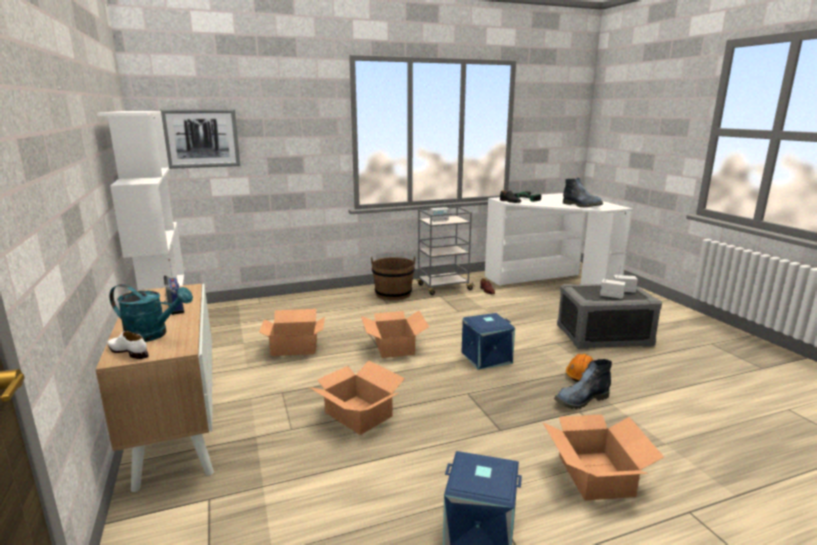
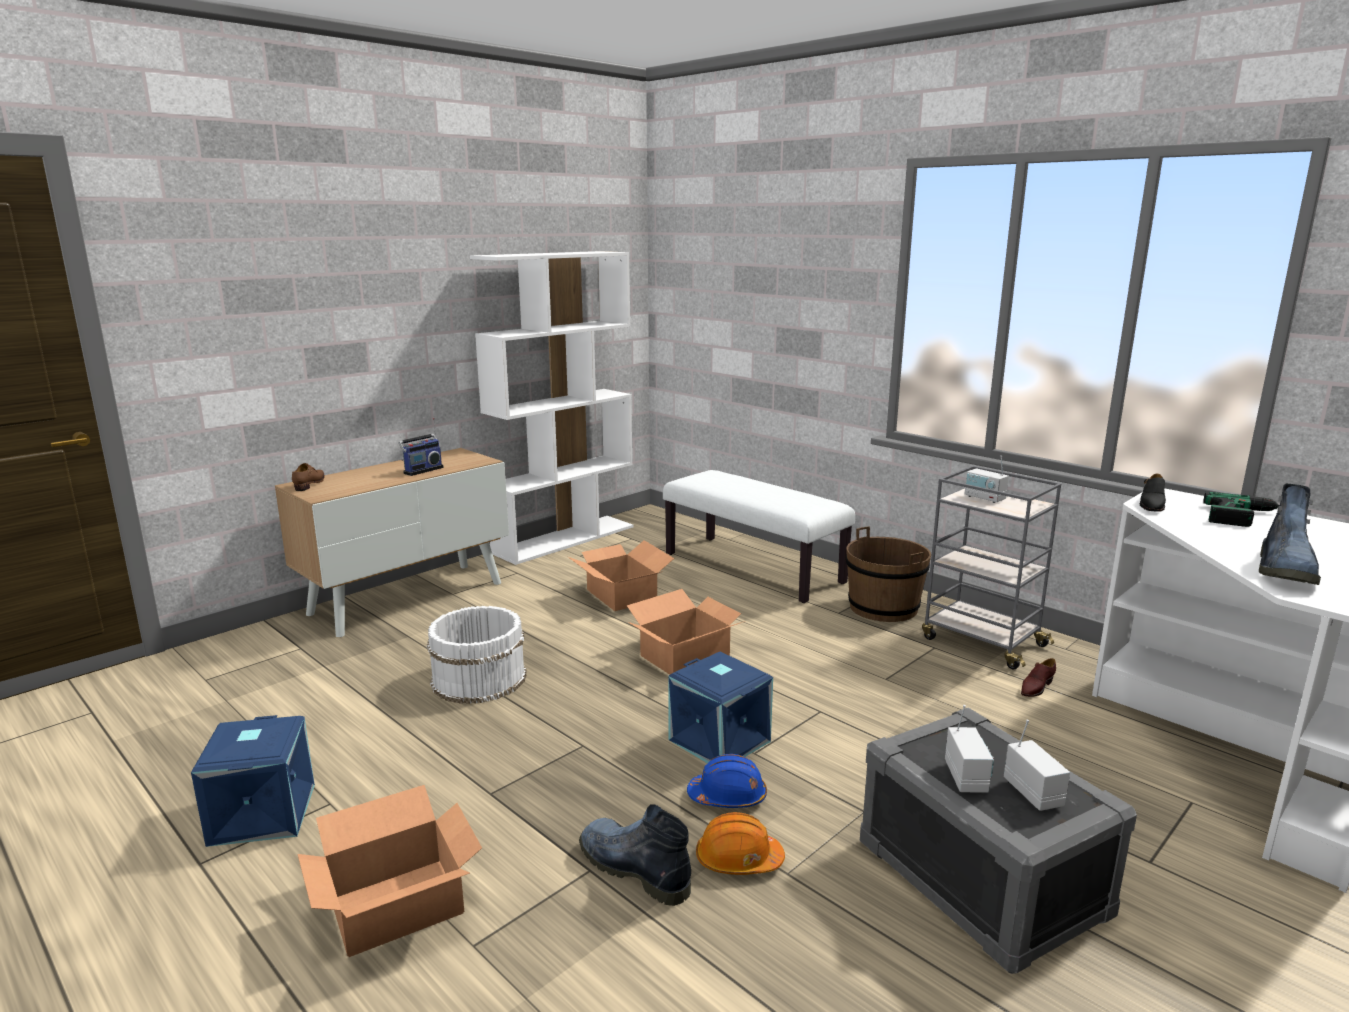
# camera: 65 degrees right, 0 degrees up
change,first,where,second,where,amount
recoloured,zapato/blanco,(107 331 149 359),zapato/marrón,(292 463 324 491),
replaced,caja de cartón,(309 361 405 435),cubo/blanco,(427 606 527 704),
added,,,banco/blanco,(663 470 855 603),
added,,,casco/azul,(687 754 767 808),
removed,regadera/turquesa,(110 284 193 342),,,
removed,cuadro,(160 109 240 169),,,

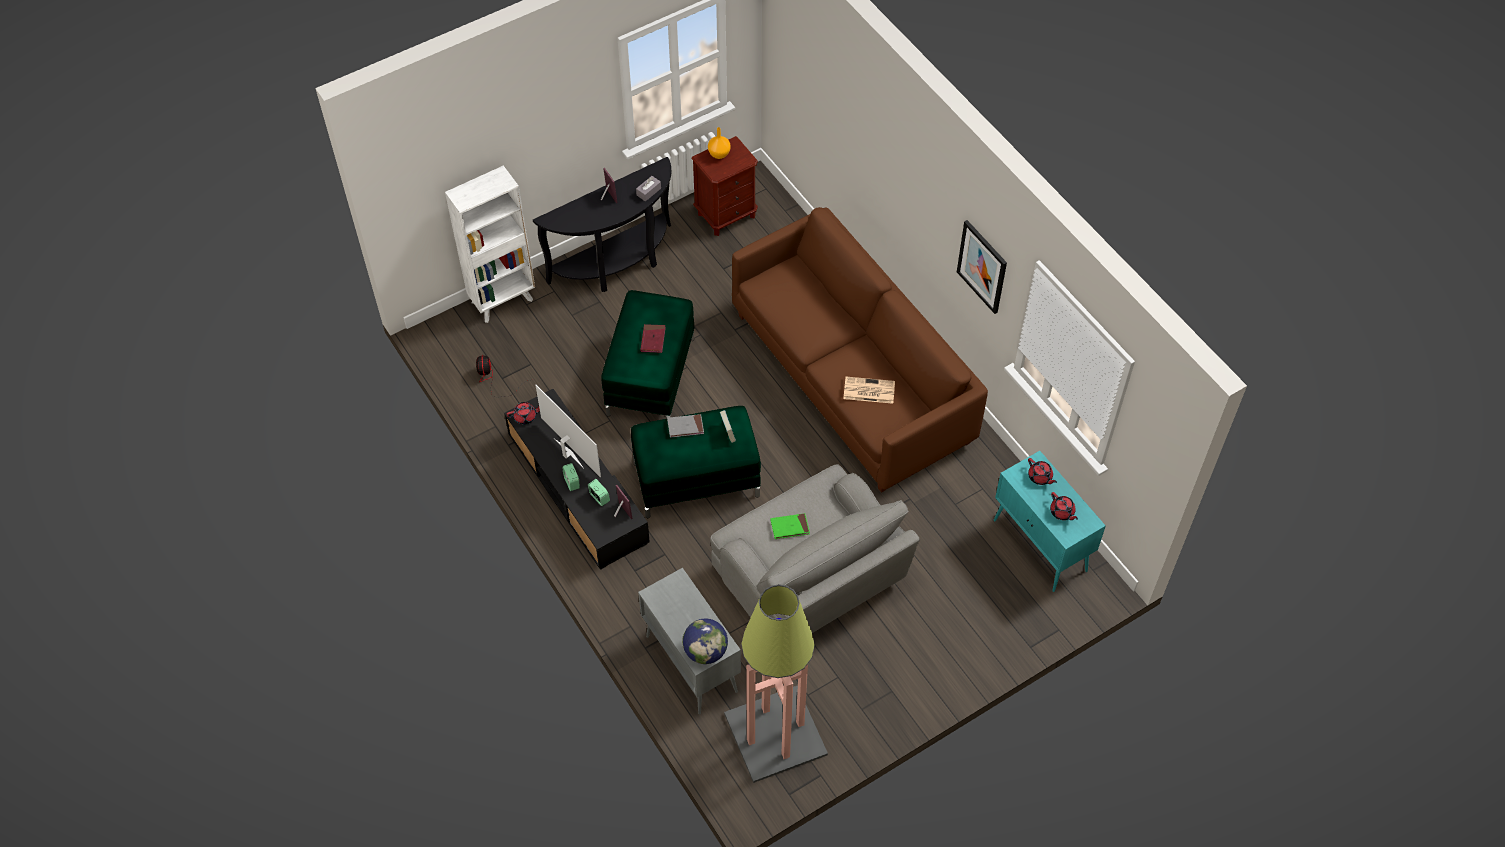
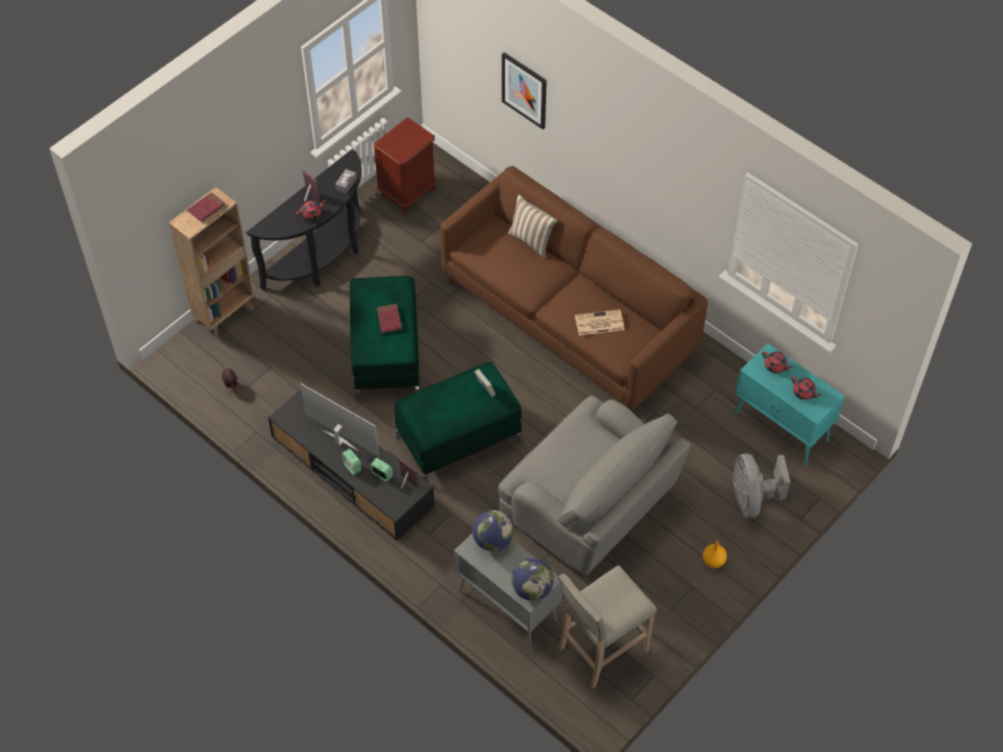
# camera: 15 degrees left, 0 degrees up
change,first,where,second,where,amount
recoloured,estantería/blanco,(445 165 535 323),estantería/marrón,(169 187 255 338),
added,,,libro/rojo,(187 192 226 222),
moved,tetera/rojo,(507 402 540 424),,(296 199 327 221),
added,,,globo terráqueo,(472 510 514 551),
moved,cuadro,(957 220 1007 314),,(502 52 547 129),
added,,,cojín,(508 195 557 259),
replaced,lámpara de pie,(724 584 828 783),taburete/beis,(559 565 657 689),
moved,florero/naranja,(708 127 731 159),,(702 541 727 568),
added,,,ventilador/gris,(733 453 790 518),
removed,libro/gris,(667 414 704 438),,,
removed,libro/verde,(770 513 810 539),,,

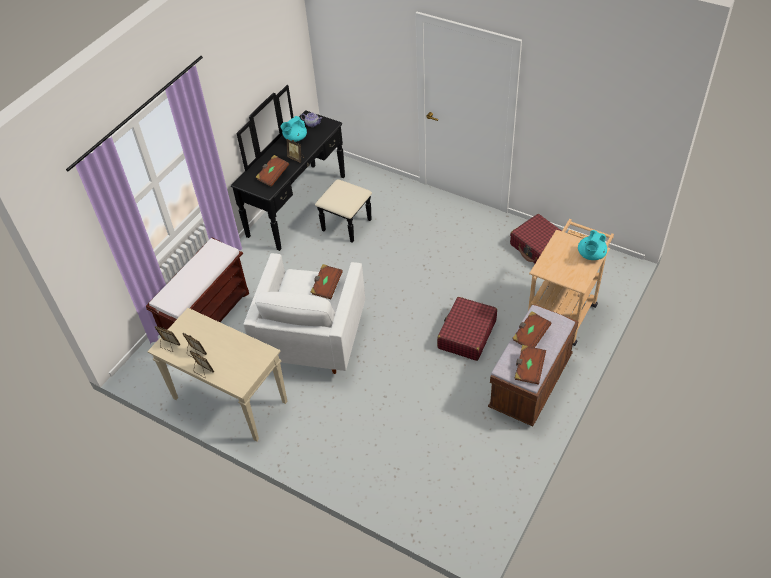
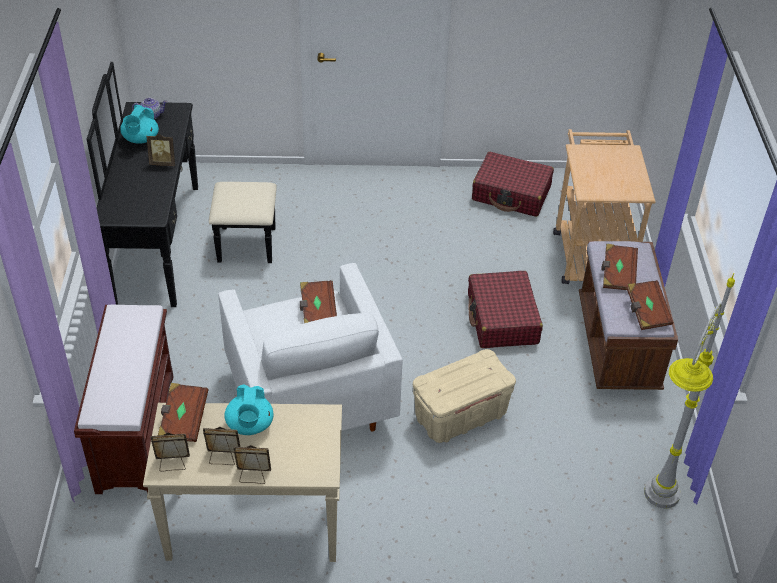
# camera: 35 degrees left, 5 degrees down
change,first,where,second,where,amount
moved,libro/marrón,(256 155 289 187),,(158 383 208 442),
moved,tetera/turquesa,(578 230 607 260),,(224 385 274 435),
added,,,caja de almacenaje/beis,(413 349 516 443),
added,,,lámpara de pie/gris,(644 273 735 509),

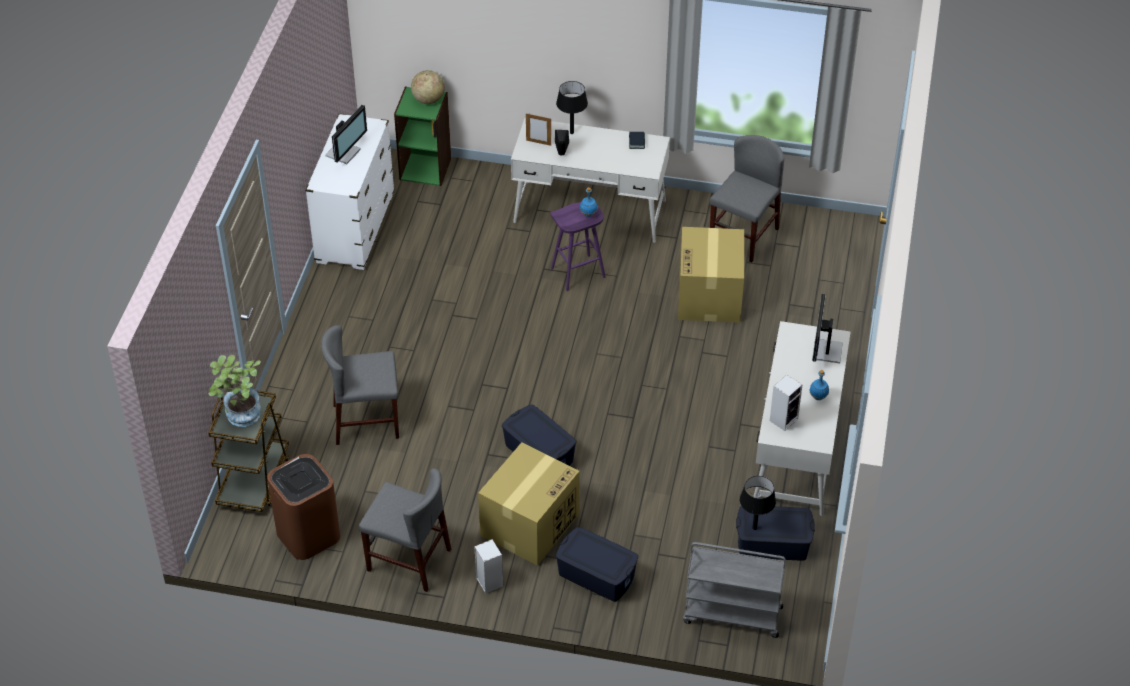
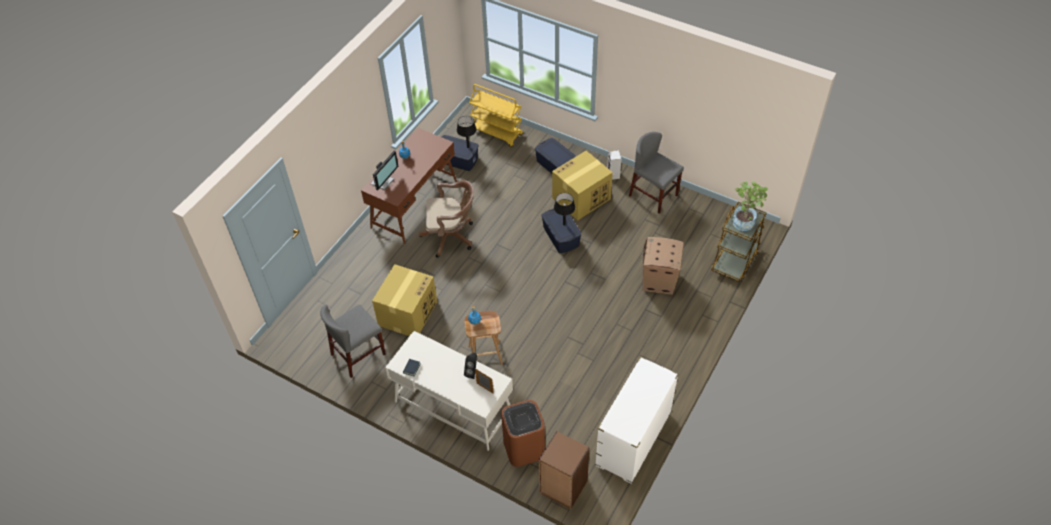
# camera: 160 degrees left, 5 degrees up
change,first,where,second,where,amount
recoloured,escritorio/blanco,(753 321 851 516),escritorio/marrón,(361 128 457 244),
added,,,silla de oficina/marrón,(419 180 474 258),
recoloured,taburete/morado,(550 202 606 291),taburete/marrón,(465 311 503 365),
recoloured,carrito/gris,(683 542 786 638),carrito/amarillo,(469 84 523 147),
moved,papelera/marrón,(267 454 340 560),,(501 400 545 467),
recoloured,estantería/verde,(394 87 451 186),estantería/marrón,(539 431 590 509),
moved,lámpara de mesa/negro,(556 81 588 134),,(554 193 575 226),
replaced,silla/gris,(321 325 399 445),caja de cartón,(643 237 684 295),
removed,monitor,(326 105 367 164),,,
removed,globo terráqueo,(411 70 445 104),,,
removed,altavoz,(770 375 802 431),,,

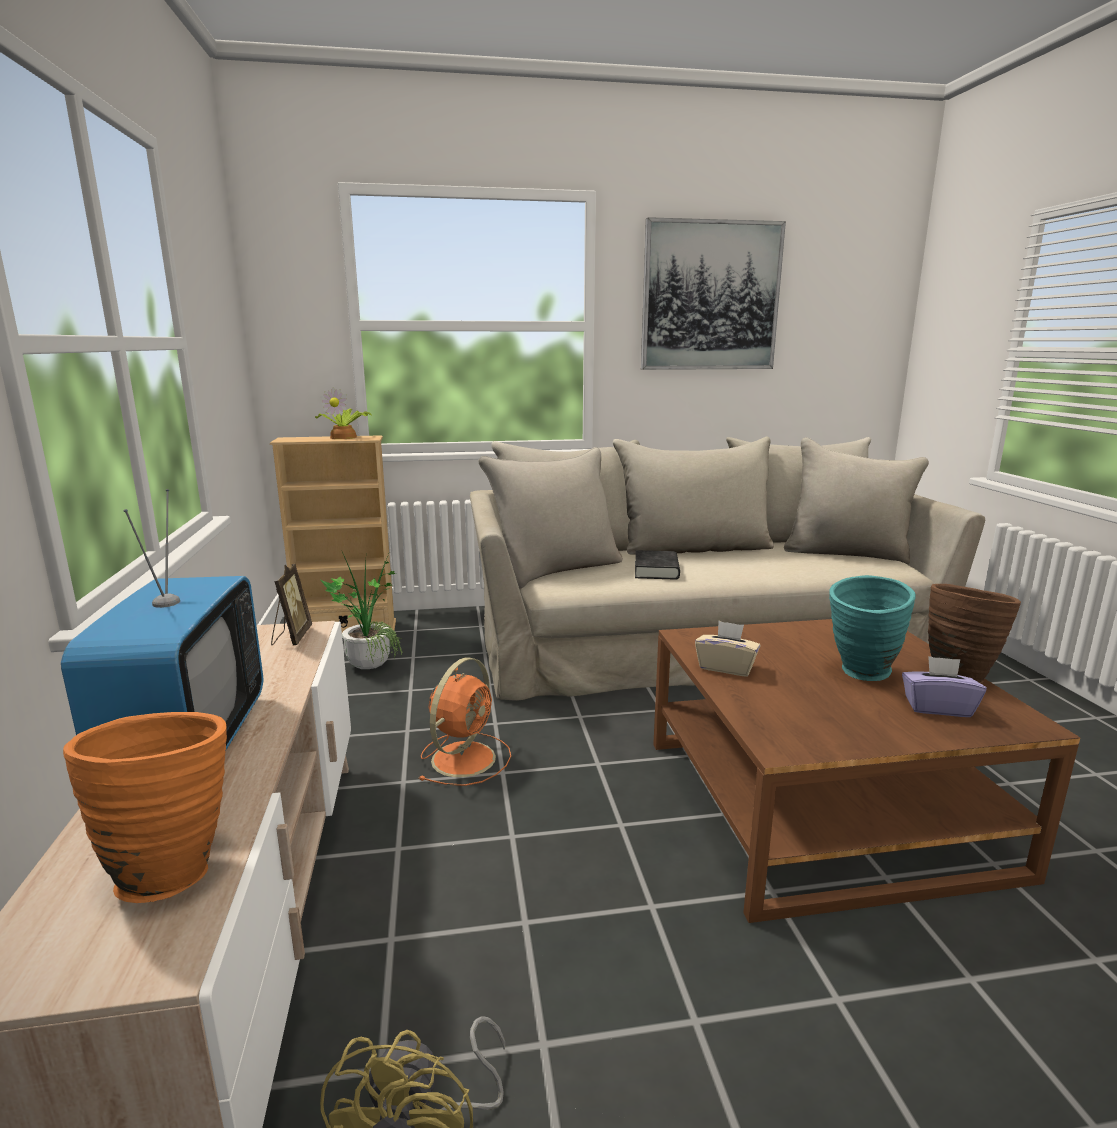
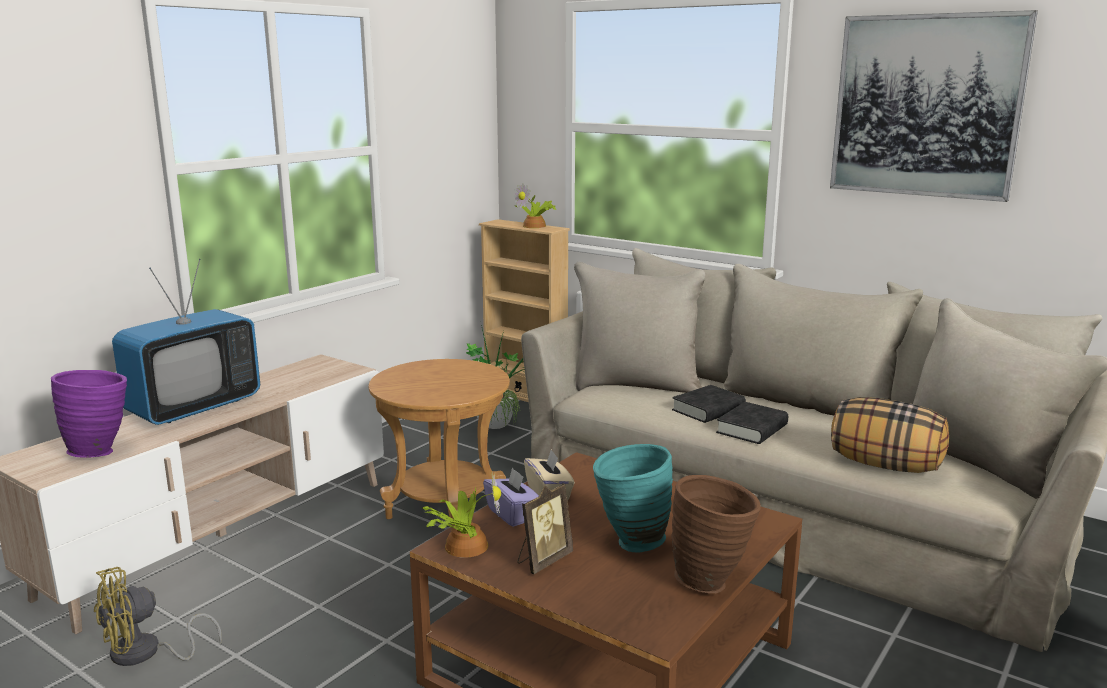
# camera: 45 degrees right, 0 degrees up
change,first,where,second,where,amount
recoloured,florero/naranja,(63 712 227 903),florero/morado,(51 370 127 458),
replaced,ventilador/naranja,(419 658 511 786),mesa auxiliar/marrón,(368 359 510 525),
added,,,planta en maceta,(423 473 501 558),
moved,caja de pañuelos/morado,(902 656 986 717),,(483 467 539 527),
moved,portarretratos,(271 564 312 646),,(518 483 573 574),
added,,,libro/negro,(716 402 788 444),
added,,,cojín,(831 397 949 473),

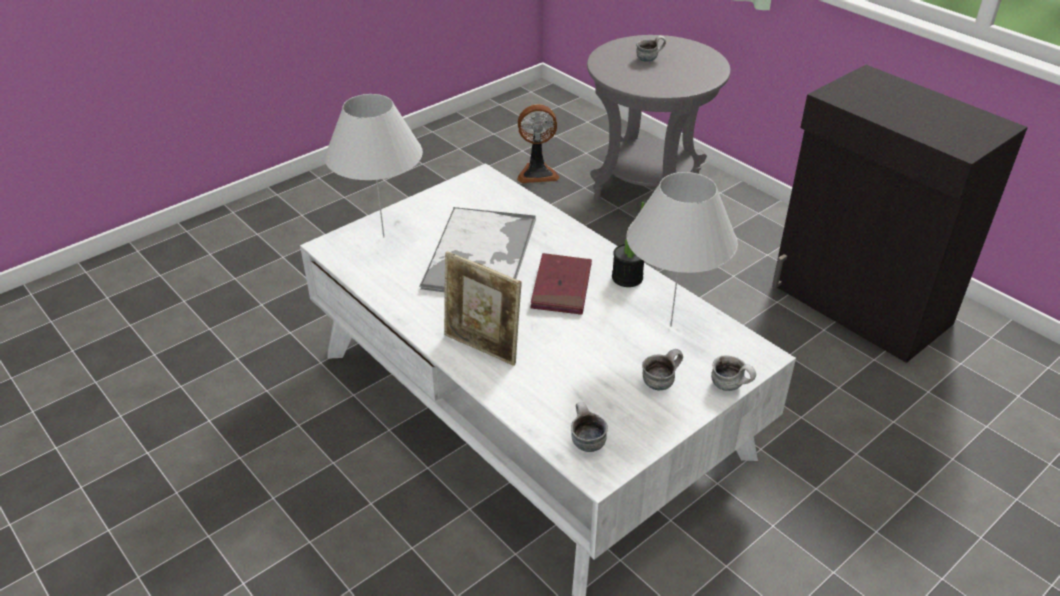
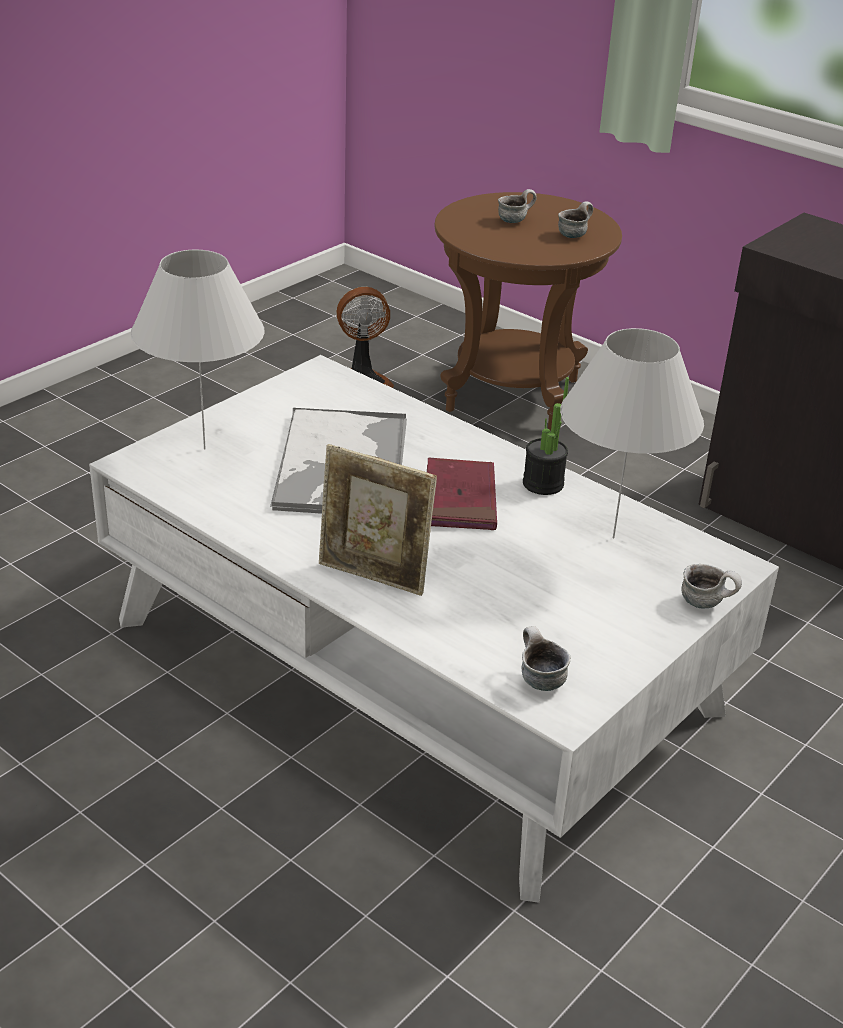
# camera: 10 degrees left, 5 degrees down
change,first,where,second,where,amount
recoloured,mesa auxiliar/gris,(587 35 731 200),mesa auxiliar/marrón,(434 192 622 430),
moved,taza grande,(642 349 683 390),,(558 201 593 238),

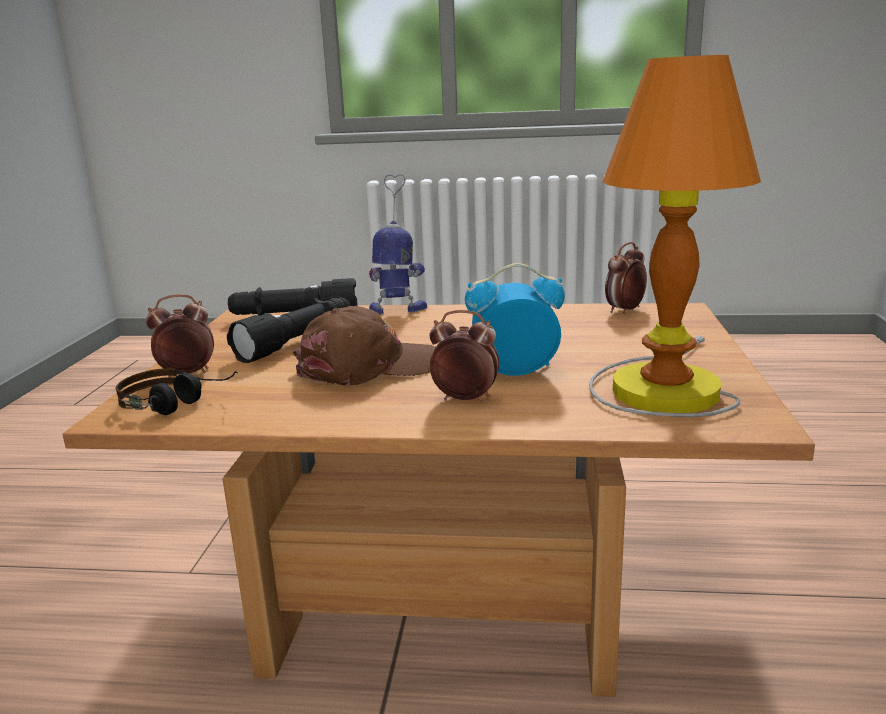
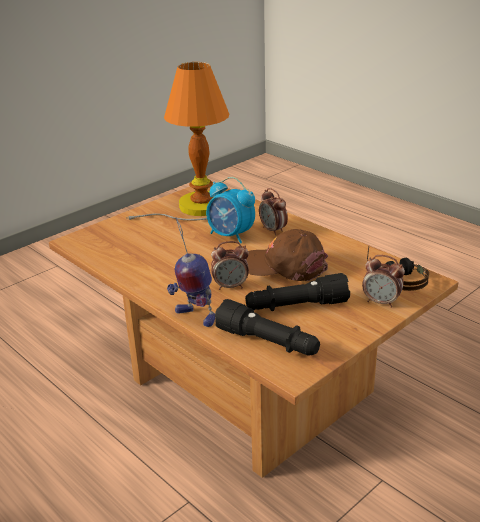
# camera: 140 degrees left, 10 degrees up
change,first,where,second,where,amount
moved,despertador,(605 242 647 314),,(211 241 249 290),

